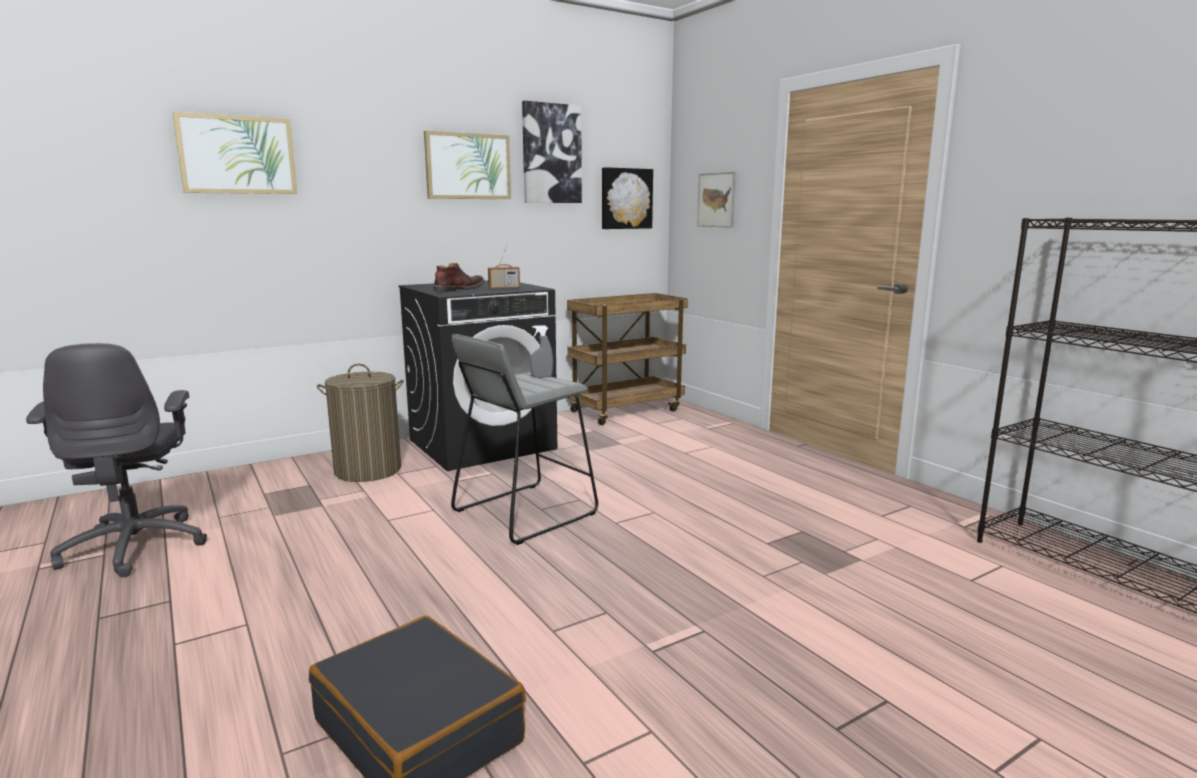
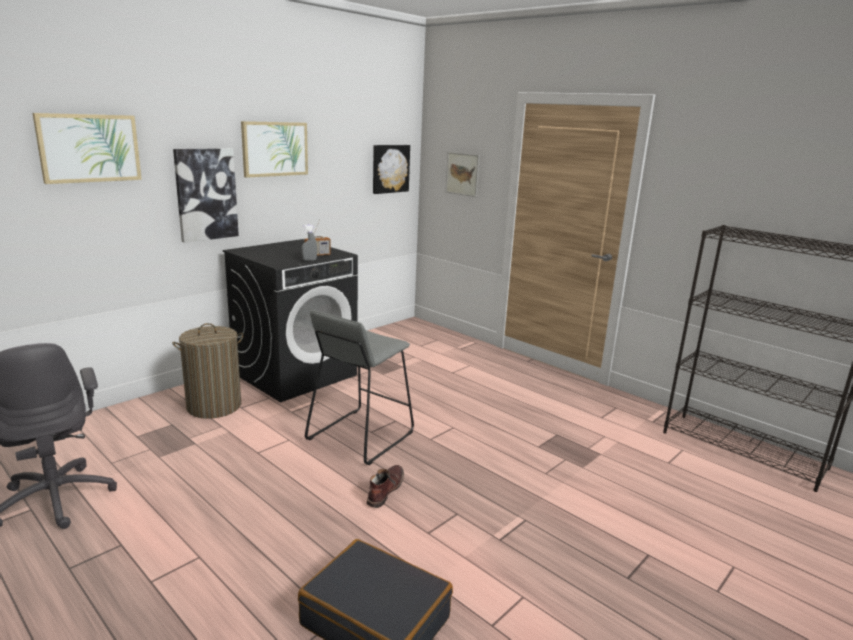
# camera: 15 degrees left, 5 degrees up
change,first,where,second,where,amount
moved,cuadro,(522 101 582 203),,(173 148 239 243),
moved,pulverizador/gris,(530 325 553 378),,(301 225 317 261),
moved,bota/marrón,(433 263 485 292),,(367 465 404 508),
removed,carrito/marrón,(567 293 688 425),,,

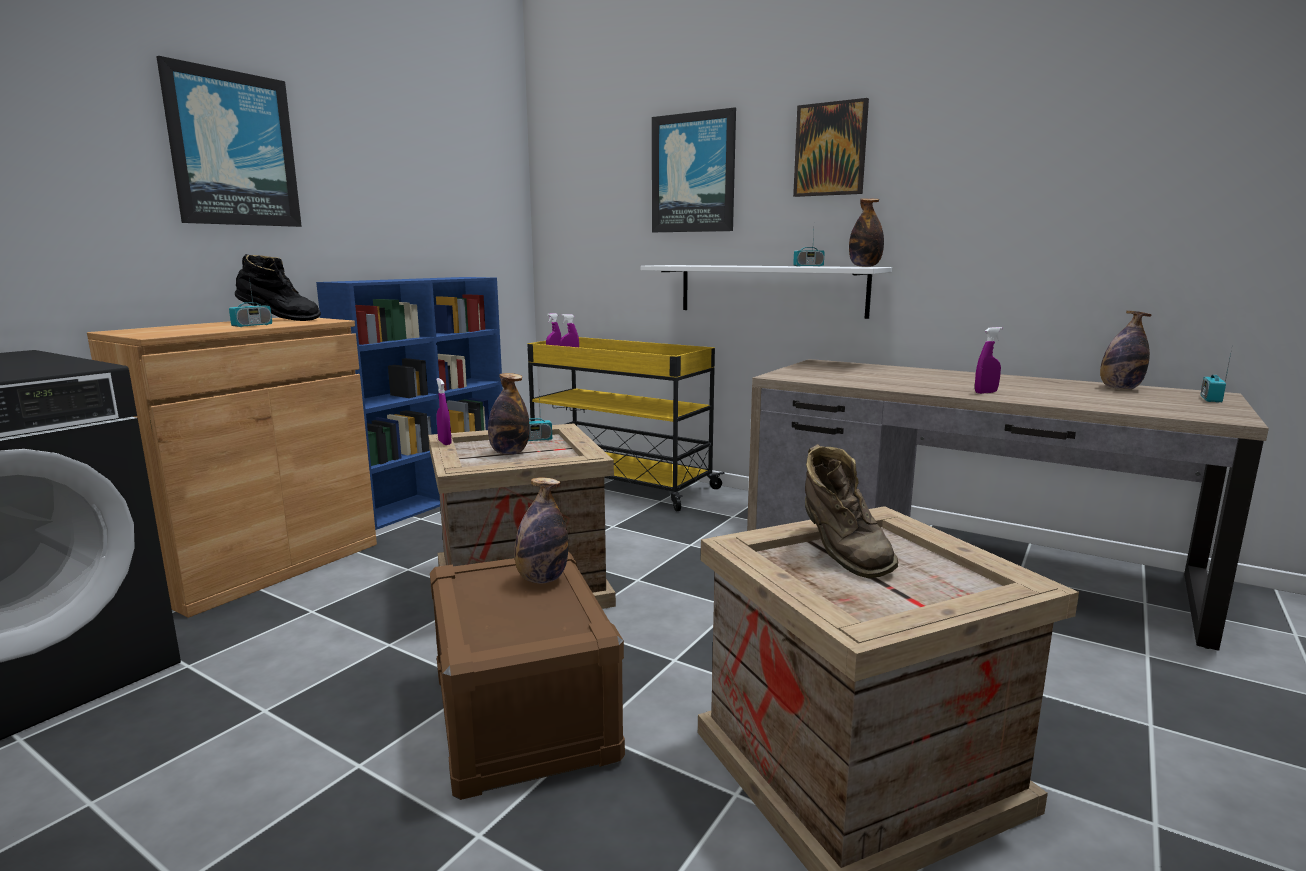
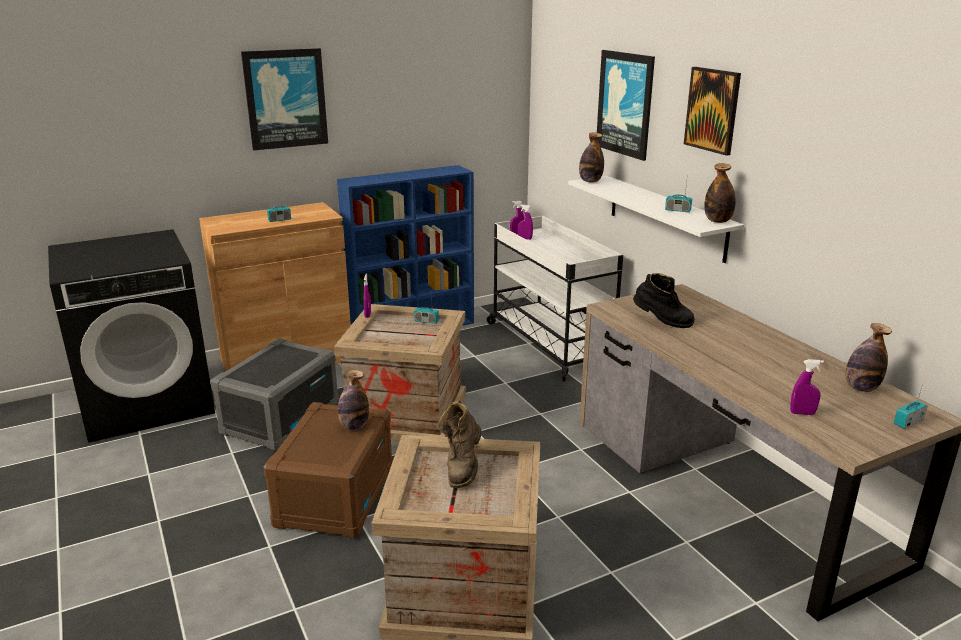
# camera: 30 degrees right, 10 degrees up
change,first,where,second,where,amount
added,,,caja de almacenaje/gris,(210 338 339 451),
recoloured,carrito/amarillo,(527 337 725 511),carrito/blanco,(487 216 623 382),
moved,botella,(488 373 530 455),,(579 132 604 183),
moved,bota/negro,(235 254 321 321),,(633 273 695 328),
moved,pulverizador/morado,(975 327 1003 394),,(790 359 824 415),

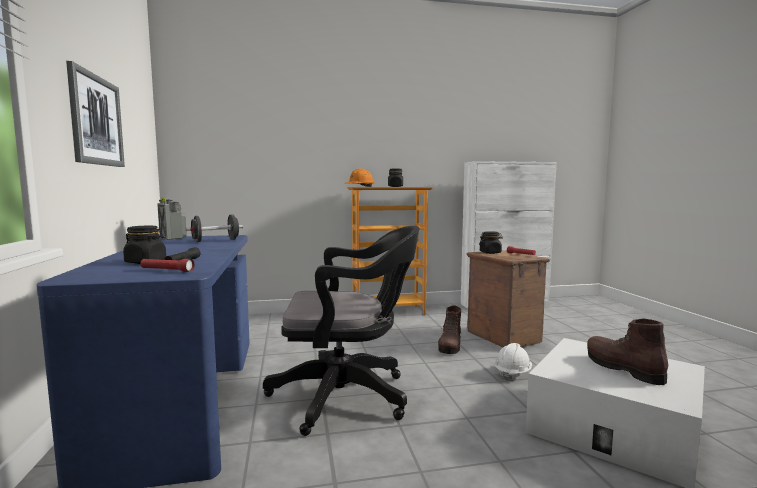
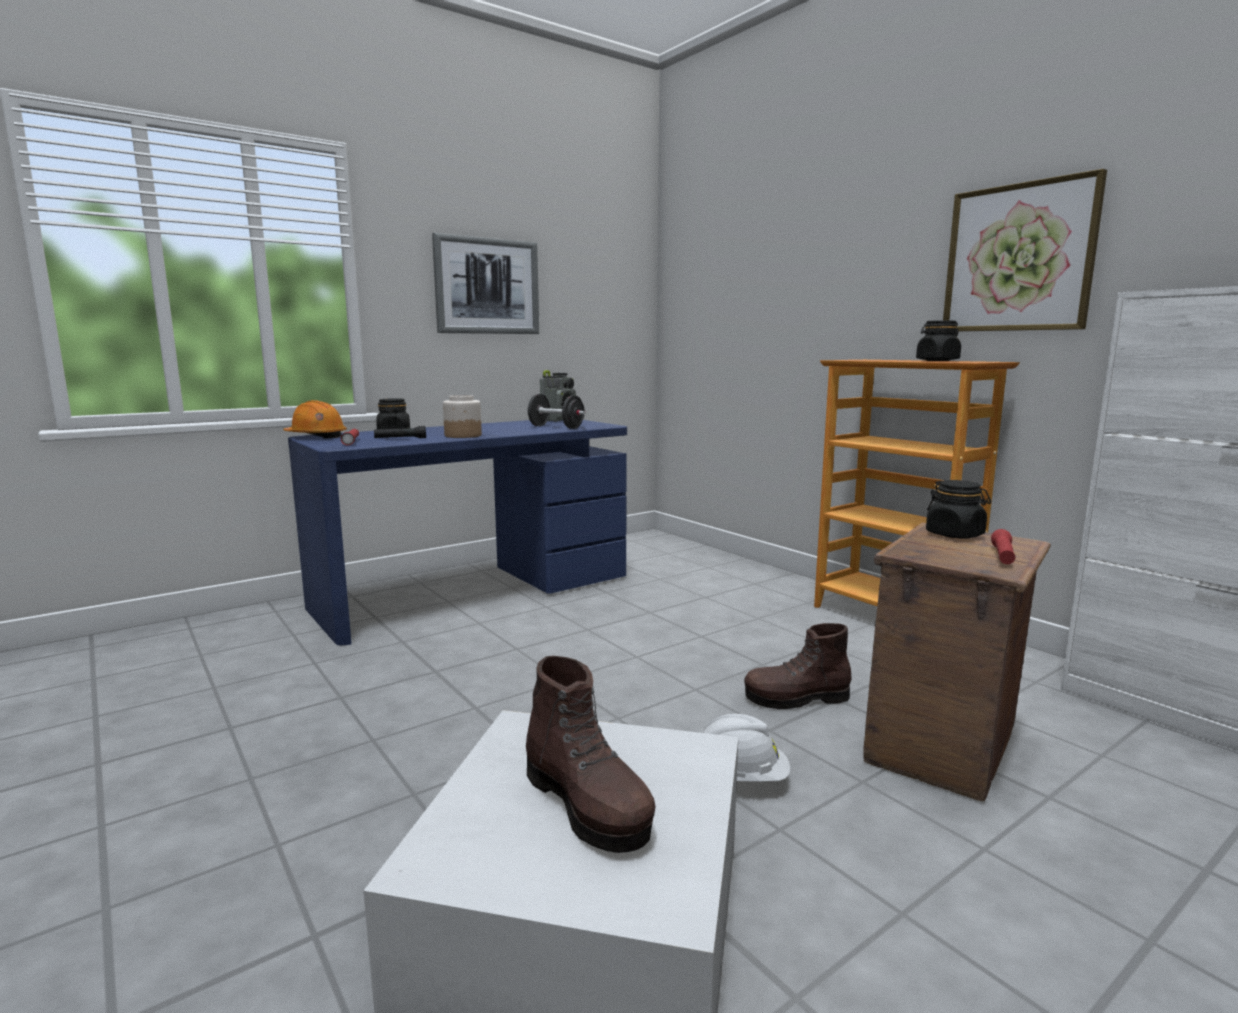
# camera: 65 degrees right, 5 degrees up
change,first,where,second,where,amount
moved,casco/naranja,(346 168 375 187),,(284 400 347 439),
added,,,tarro,(443 395 482 438),
turned,bota/marrón,(587 319 668 385),,(526 656 655 853),105 degrees clockwise
added,,,cuadro,(943 169 1107 331),
removed,silla de oficina/negro,(263 226 420 436),,,

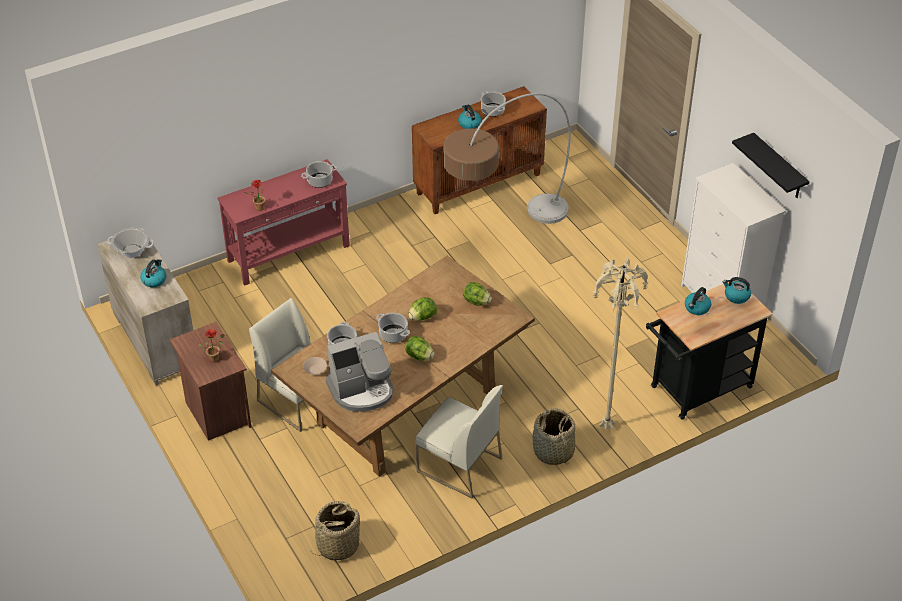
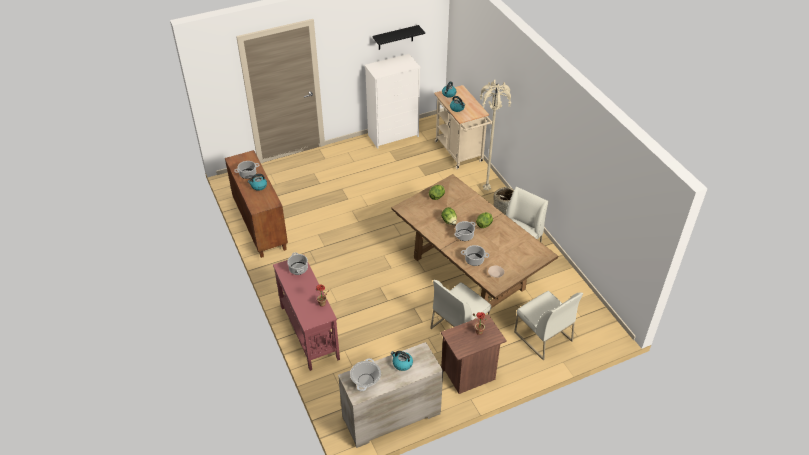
# camera: 85 degrees left, 0 degrees up
change,first,where,second,where,amount
recoloured,carrito/negro,(646 280 772 420),carrito/beis,(434 85 492 169),
added,,,silla/blanco,(514 291 583 361),
removed,cesta,(309 501 360 560),,,
removed,cafetera,(326 332 393 412),,,
removed,lámpara de pie,(443 93 571 224),,,

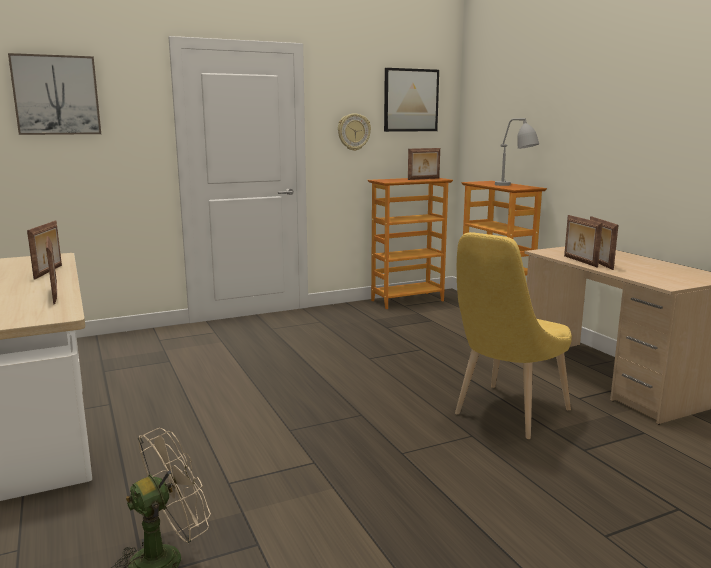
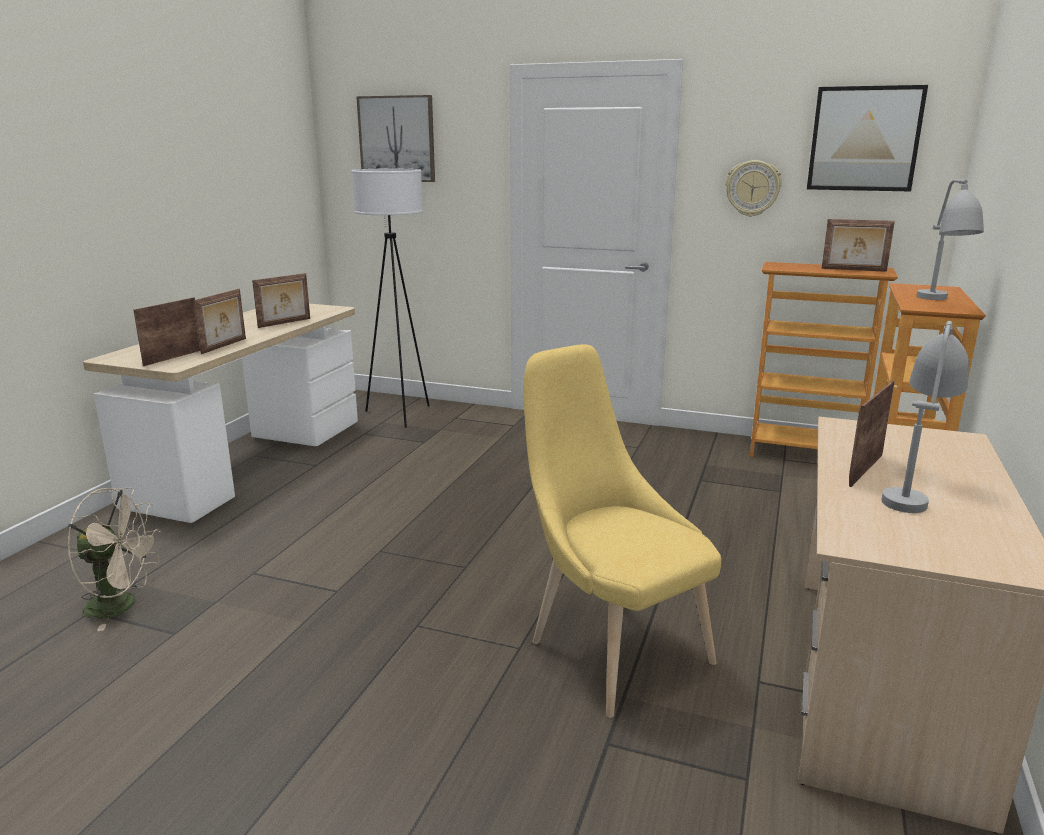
# camera: 45 degrees right, 5 degrees up
change,first,where,second,where,amount
moved,portarretratos,(564 215 603 267),,(133 297 200 366),
added,,,lámpara de pie/blanco,(352 169 430 428),
turned,silla/amarillo,(455 232 572 439),,(524 344 721 718),60 degrees clockwise
added,,,lámpara de mesa/gris,(881 321 969 513),

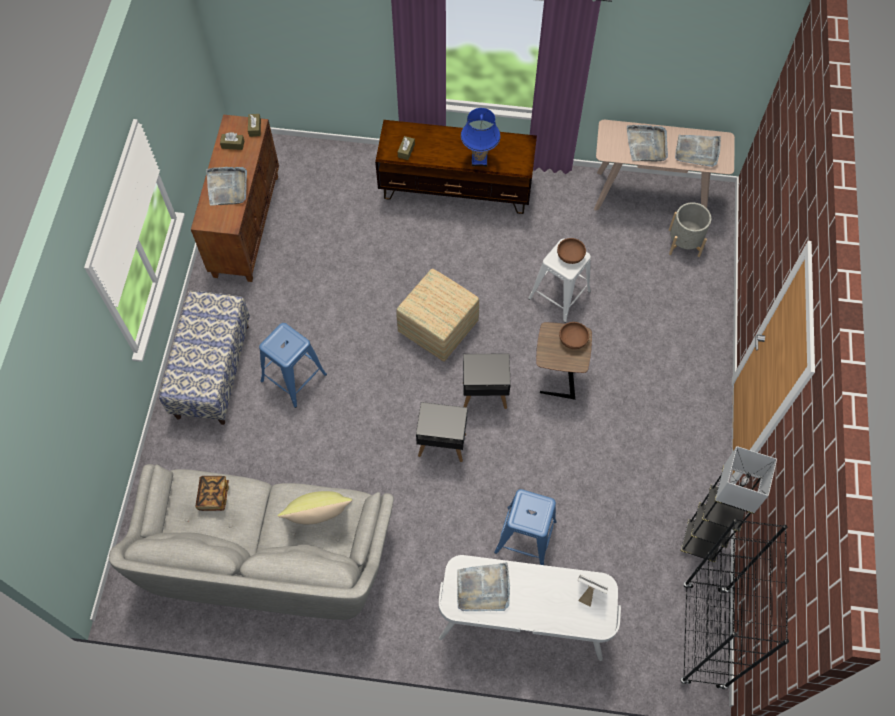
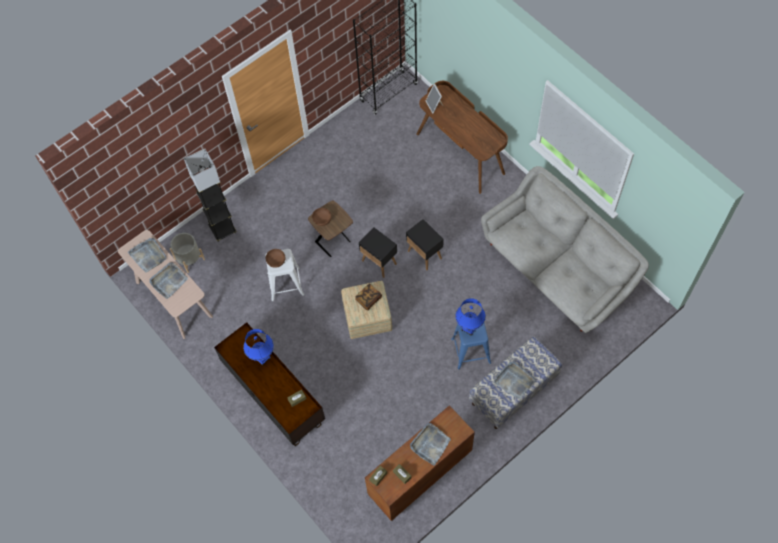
# camera: 135 degrees left, 0 degrees up
change,first,where,second,where,amount
moved,lámpara de pie/gris,(680 446 777 562),,(183 149 237 241),
moved,libro,(195 476 229 511),,(355 283 382 310),
recoloured,escritorio/blanco,(439 555 621 661),escritorio/marrón,(416 81 508 194),
added,,,lámpara de mesa/azul,(455 298 486 336),
moved,bandeja/gris,(457 562 510 611),,(493 362 536 399),
removed,cojín/amarillo,(277 491 352 524),,,
removed,taburete/azul,(494 489 557 565),,,

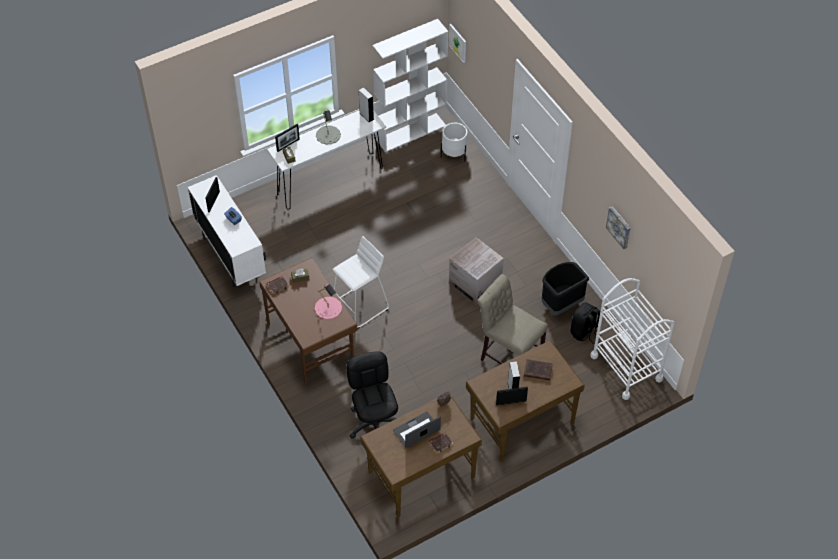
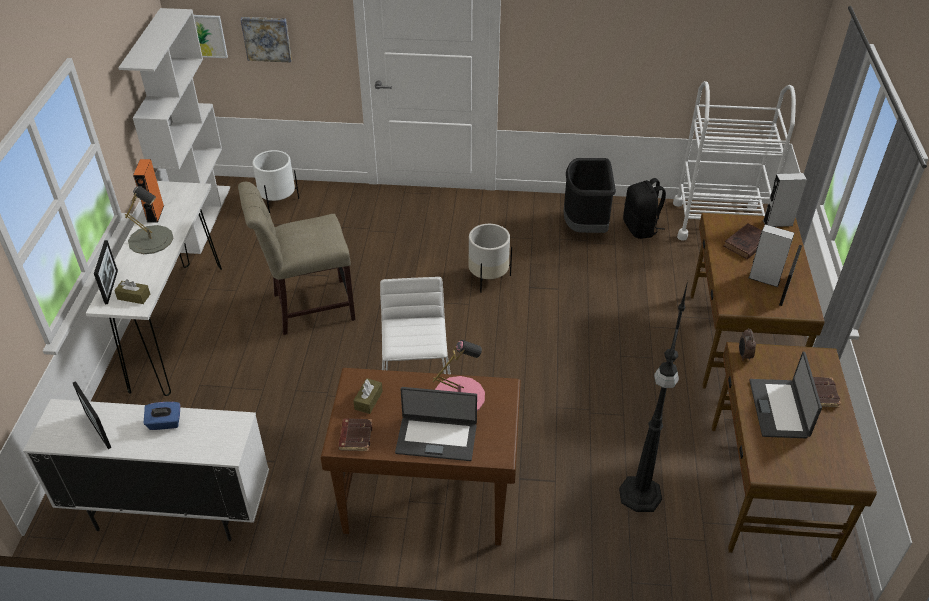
# camera: 55 degrees left, 10 degrees down
change,first,where,second,where,amount
added,,,altavoz/naranja,(133 159 164 223),
moved,silla/beis,(477 274 548 364),,(238 182 356 335),
moved,cuadro,(606 206 631 249),,(240 17 292 63),
added,,,portátil,(395 387 477 461),
replaced,caja de cartón,(449 237 504 305),maceta/blanco,(468 224 512 293),
replaced,silla de oficina/negro,(346 351 398 439),lámpara de pie/negro,(619 281 688 512),
moved,altavoz/gris,(359 87 374 122),,(763 173 807 227),

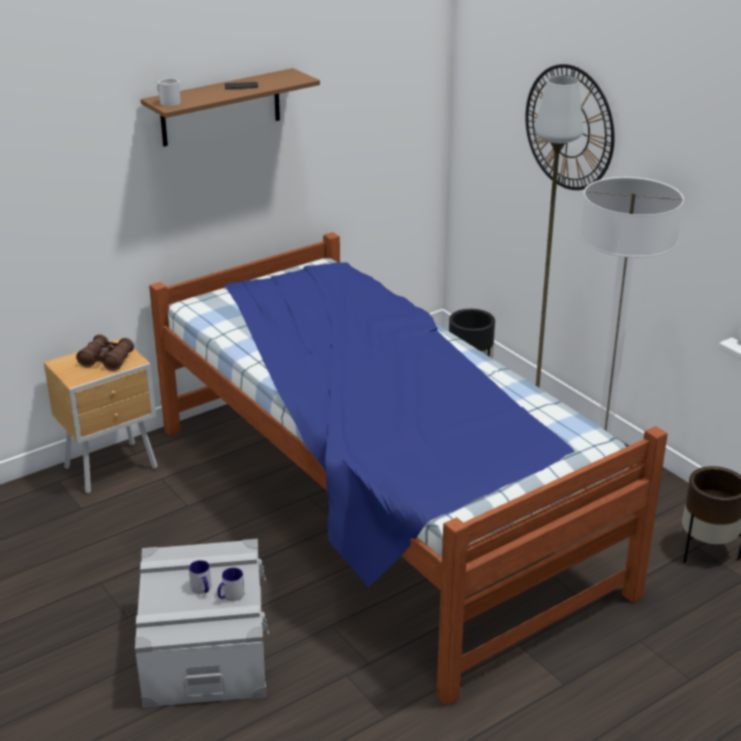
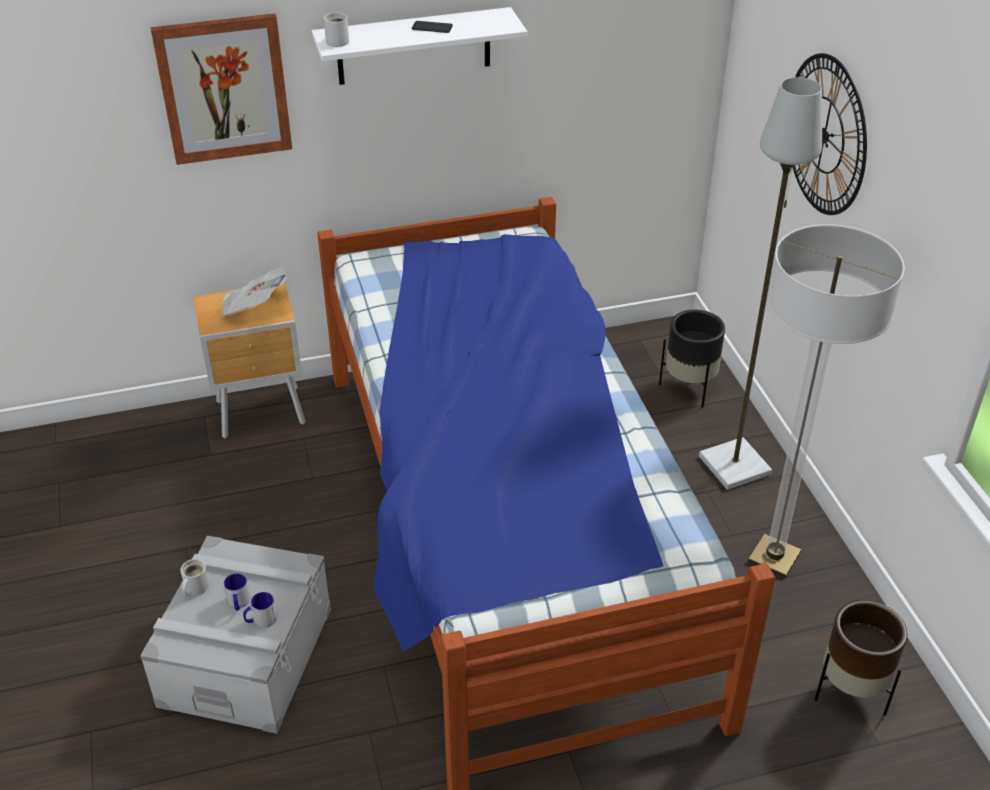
# camera: 20 degrees right, 10 degrees up
change,first,where,second,where,amount
added,,,cuadro,(151 13 292 165),
added,,,taza grande/blanco,(180 559 209 596),
replaced,prismáticos/marrón,(76 334 134 371),periódico,(220 267 287 317),
recoloured,estante/marrón,(141 68 320 147),estante/blanco,(312 7 528 85),

